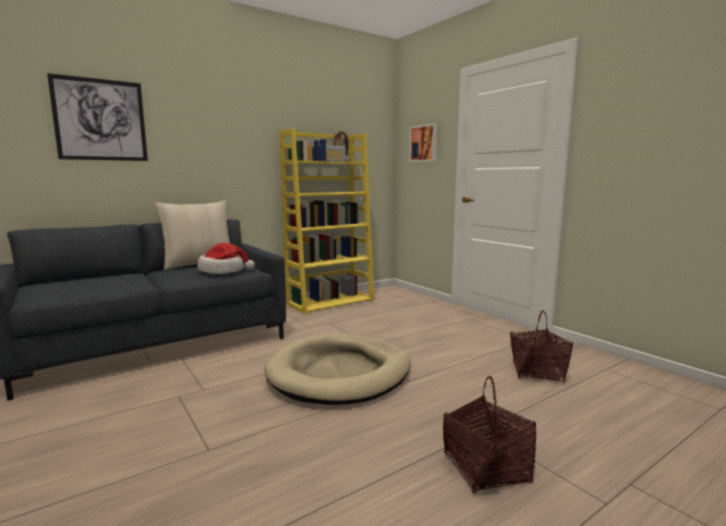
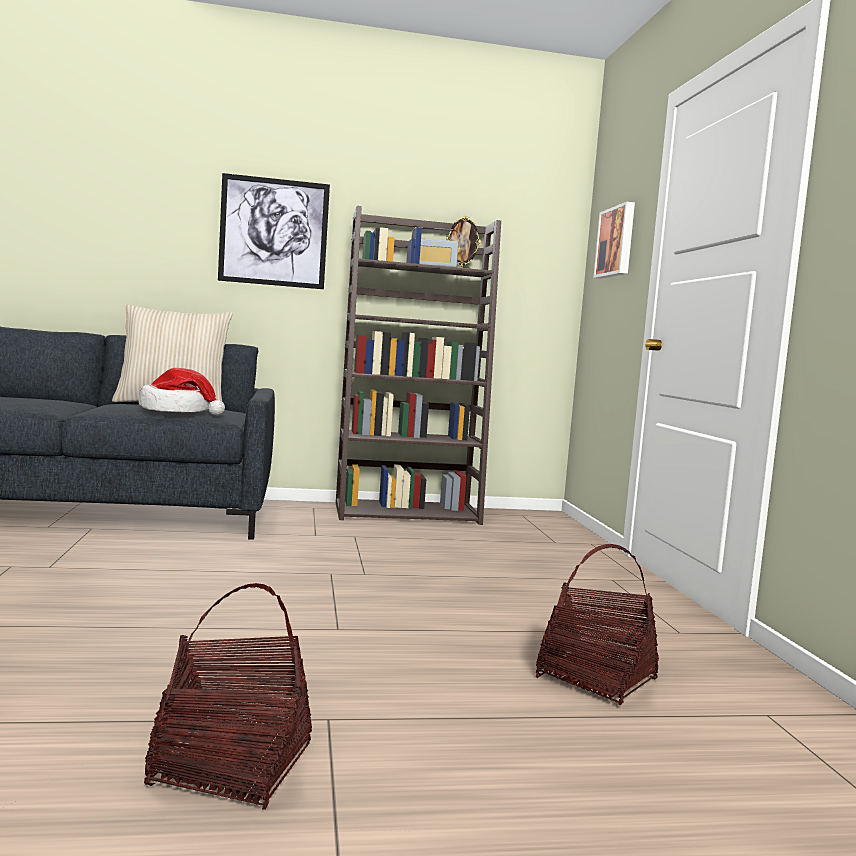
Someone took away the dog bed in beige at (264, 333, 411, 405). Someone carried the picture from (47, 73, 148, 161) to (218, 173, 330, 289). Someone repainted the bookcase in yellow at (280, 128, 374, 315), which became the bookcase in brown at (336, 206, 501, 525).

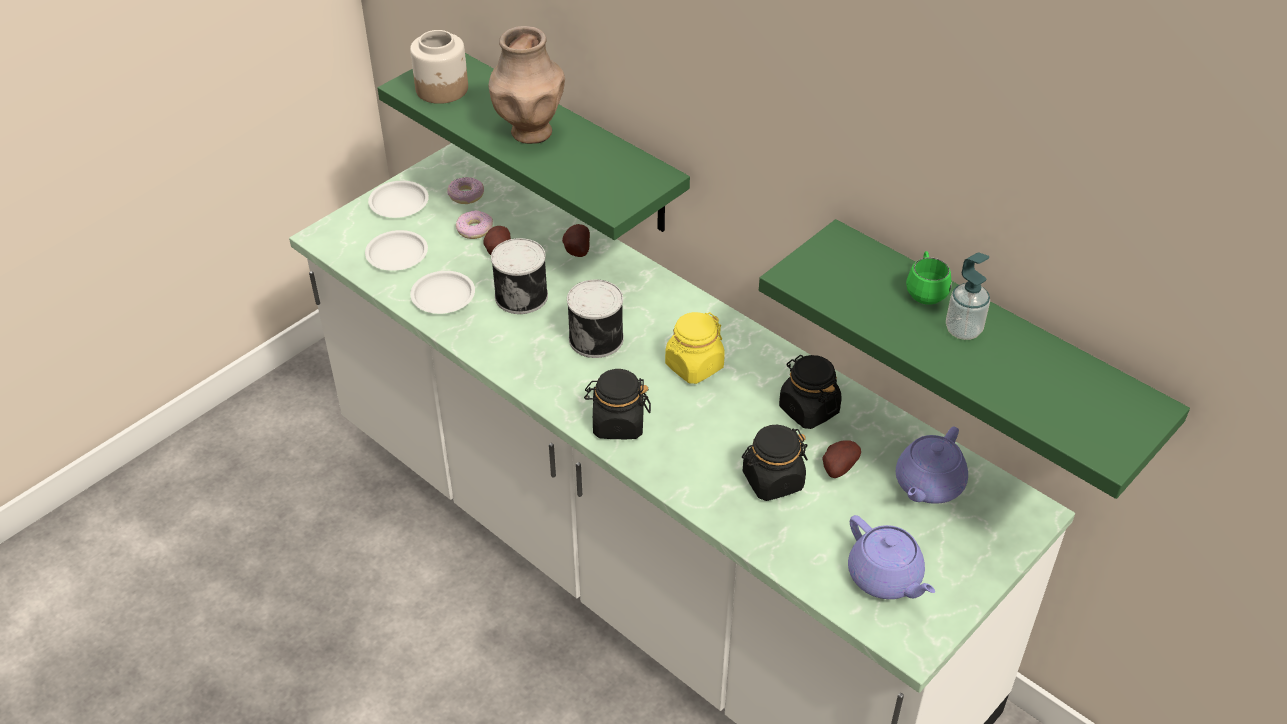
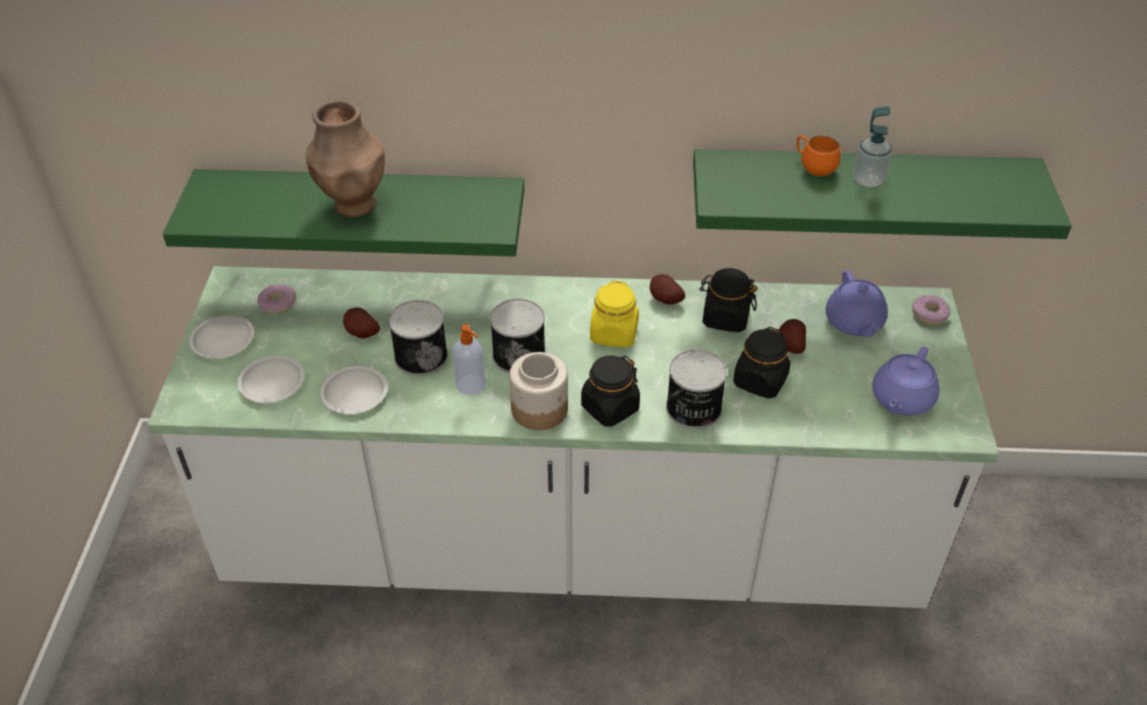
Someone put down the soap dispenser at (453, 324, 485, 395). Someone put down the can at (666, 349, 727, 429). Someone carried the jar from (410, 30, 468, 104) to (509, 352, 568, 430). Someone carried the donut from (456, 210, 493, 239) to (912, 295, 950, 325). Someone carried the potato from (562, 224, 590, 257) to (650, 274, 685, 305). Someone repainted the mug in green at (906, 251, 951, 305), which became the mug in orange at (797, 135, 841, 176). Someone rotated the teapot in purple at (848, 515, 935, 599) by 105 degrees clockwise.

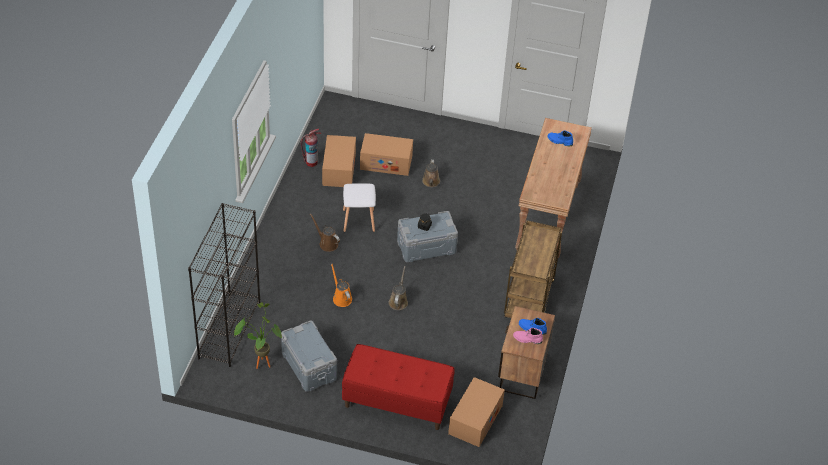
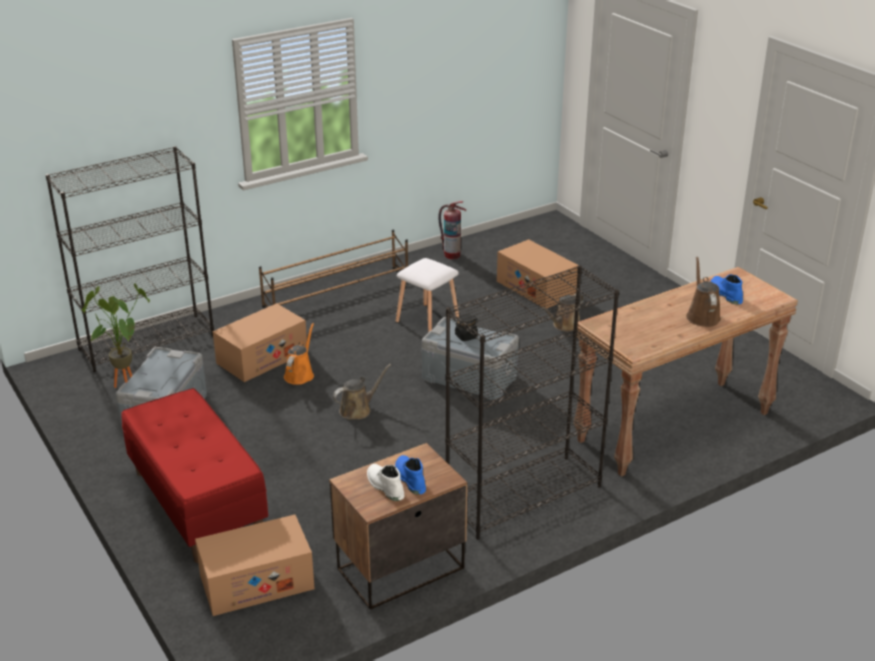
Someone put down the shoe rack in brown at (259, 229, 408, 308). Someone carried the watering can in brown from (310, 214, 340, 252) to (686, 257, 721, 327). Someone carried the cardboard box from (322, 135, 356, 187) to (213, 303, 307, 382). Someone swapped the cart in brown at (504, 220, 562, 318) for the bookcase in black at (445, 265, 619, 540). Someone repainted the boot in pink at (513, 328, 543, 344), which became the boot in white at (367, 464, 404, 501).

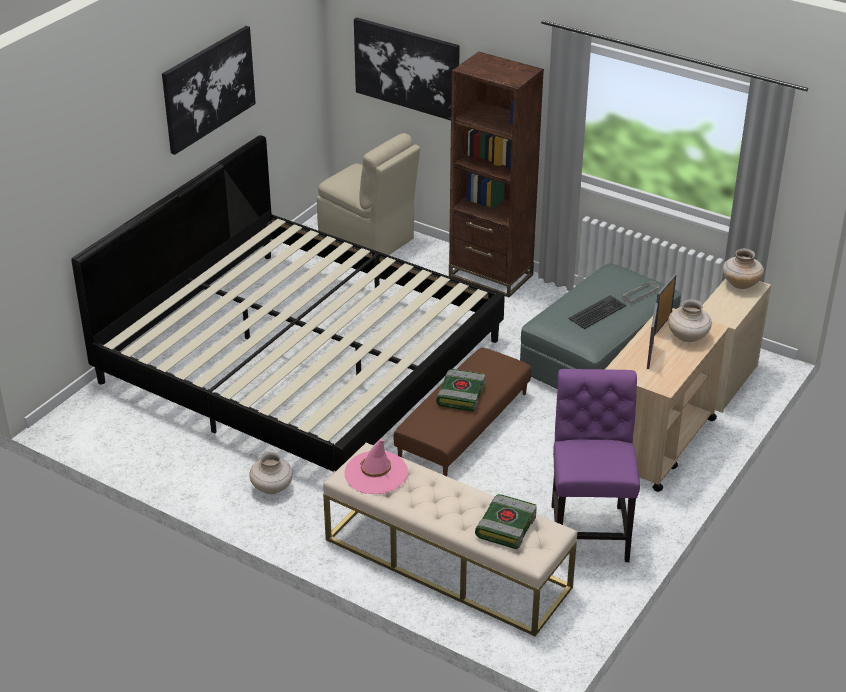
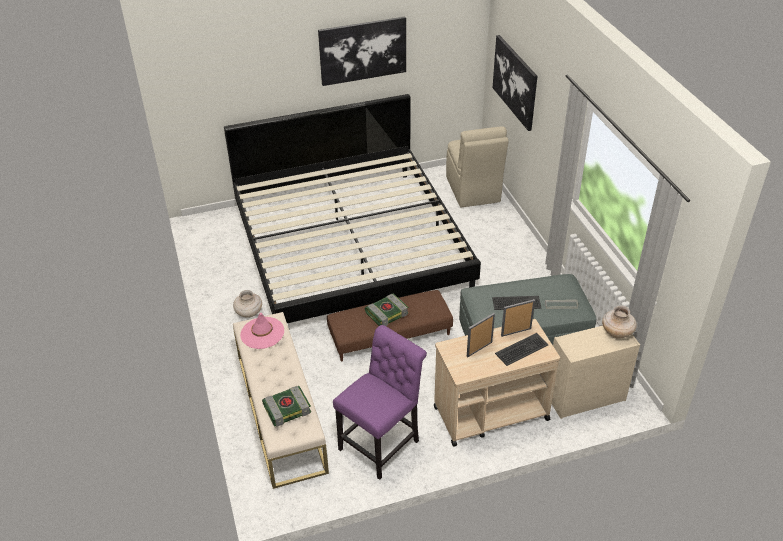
Someone took away the bookcase in brown at (449, 52, 544, 297). Someone swapped the vase in beige at (668, 299, 712, 342) for the keyboard at (495, 333, 548, 366).

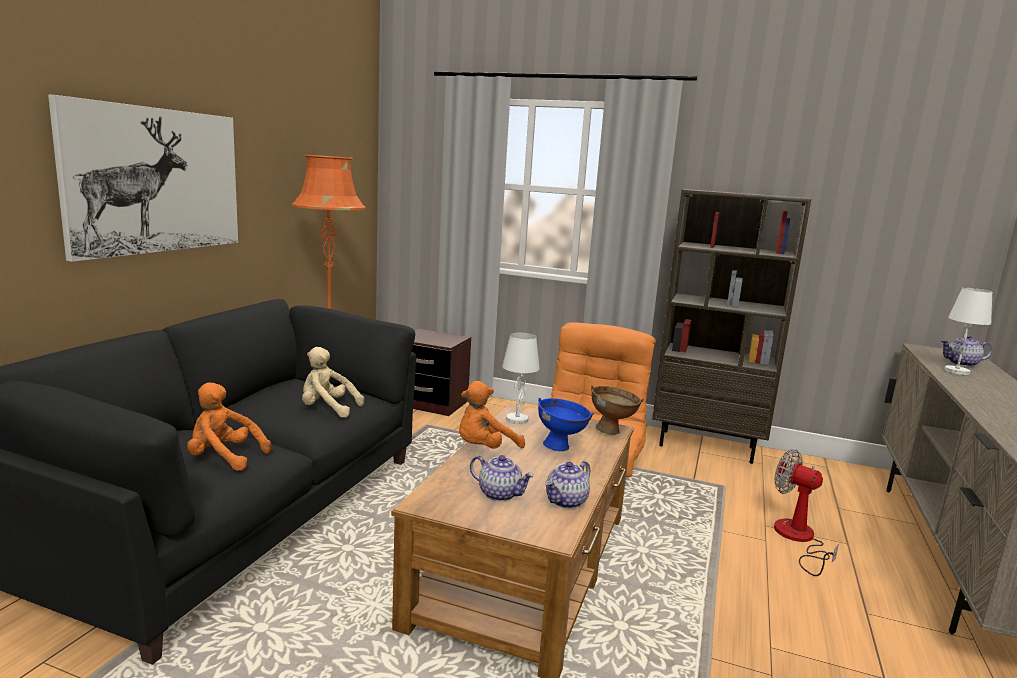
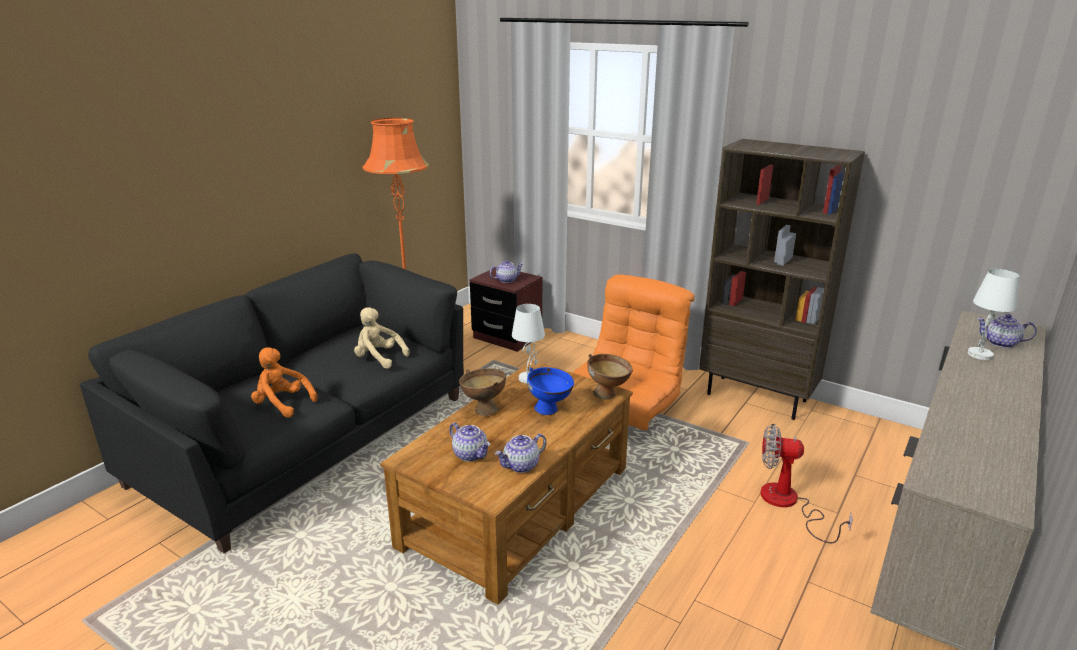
Someone took away the picture at (48, 95, 238, 262). Someone put down the teapot at (490, 260, 523, 283). Someone swapped the plush toy in orange at (459, 381, 525, 449) for the bowl in brown at (459, 368, 506, 416). Someone rotated the fan at (774, 449, 839, 576) by 45 degrees counterclockwise.

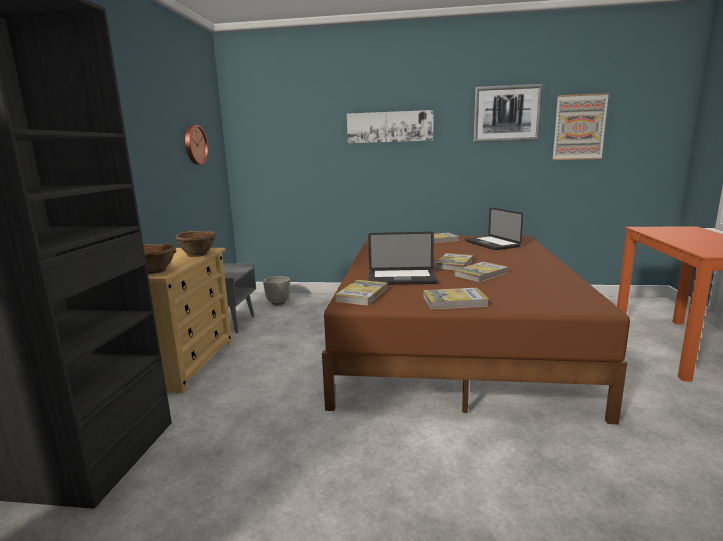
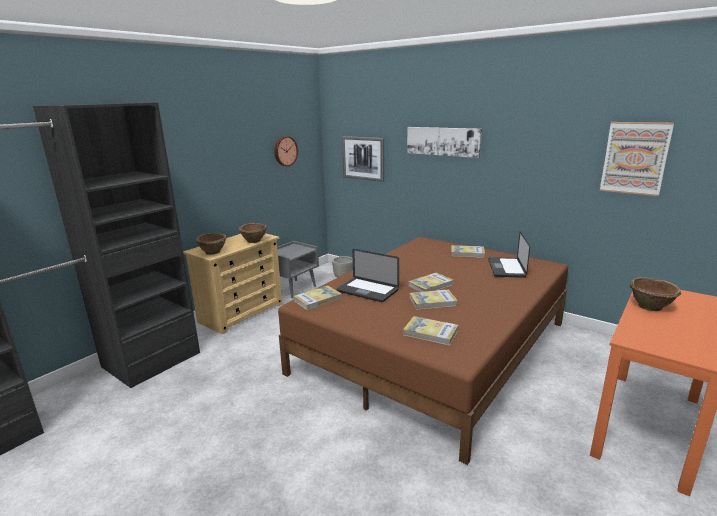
Someone put down the bowl in brown at (630, 277, 681, 311). Someone carried the book from (423, 288, 489, 310) to (403, 316, 459, 346). Someone carried the picture from (473, 84, 543, 143) to (342, 136, 384, 182).

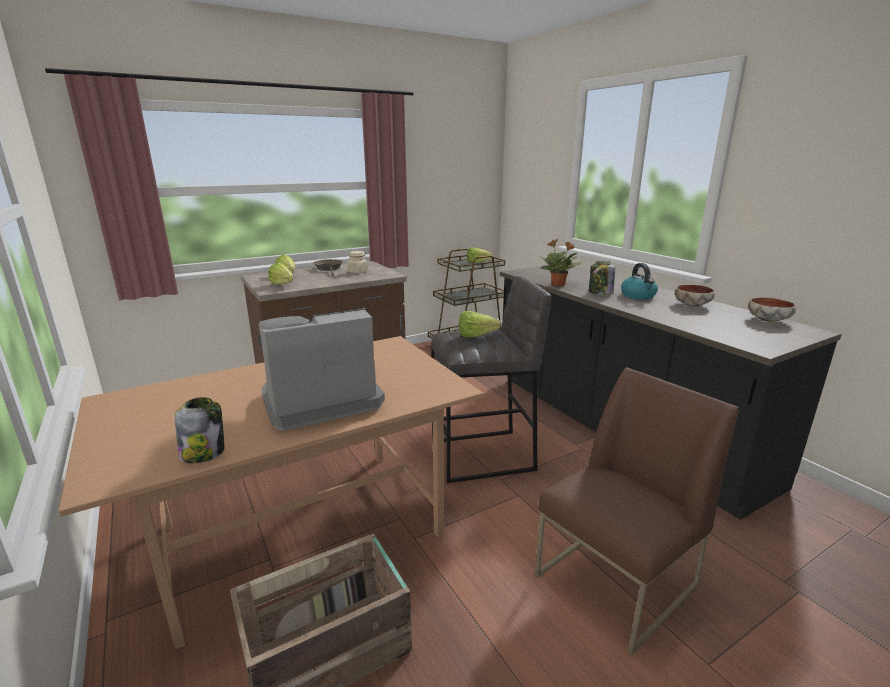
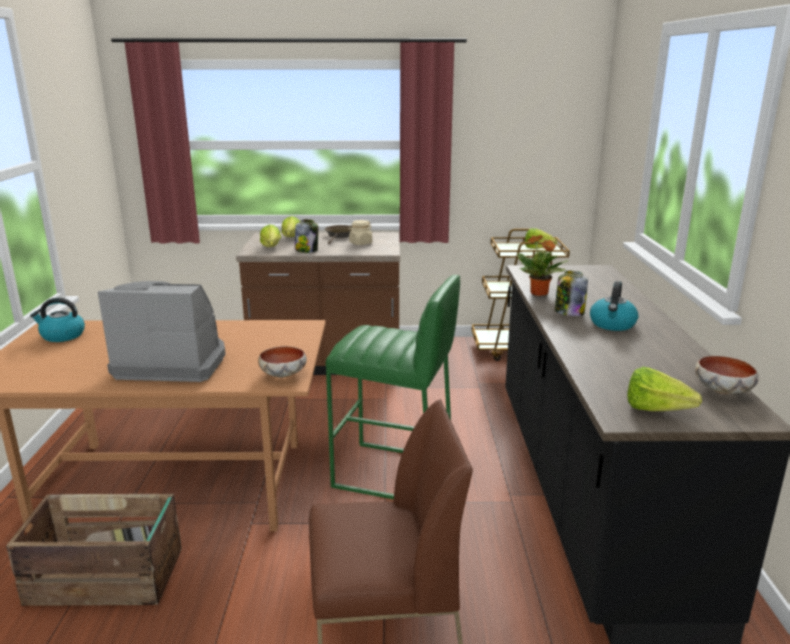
Someone put down the kettle at (30, 298, 85, 342). Someone carried the jar from (175, 397, 224, 463) to (295, 219, 318, 253). Someone carried the lettuce from (459, 311, 501, 337) to (627, 367, 702, 411). Someone carried the bowl from (675, 285, 715, 307) to (258, 346, 307, 378). Someone repainted the stool in grey at (431, 276, 551, 483), which became the stool in green at (326, 275, 460, 499).

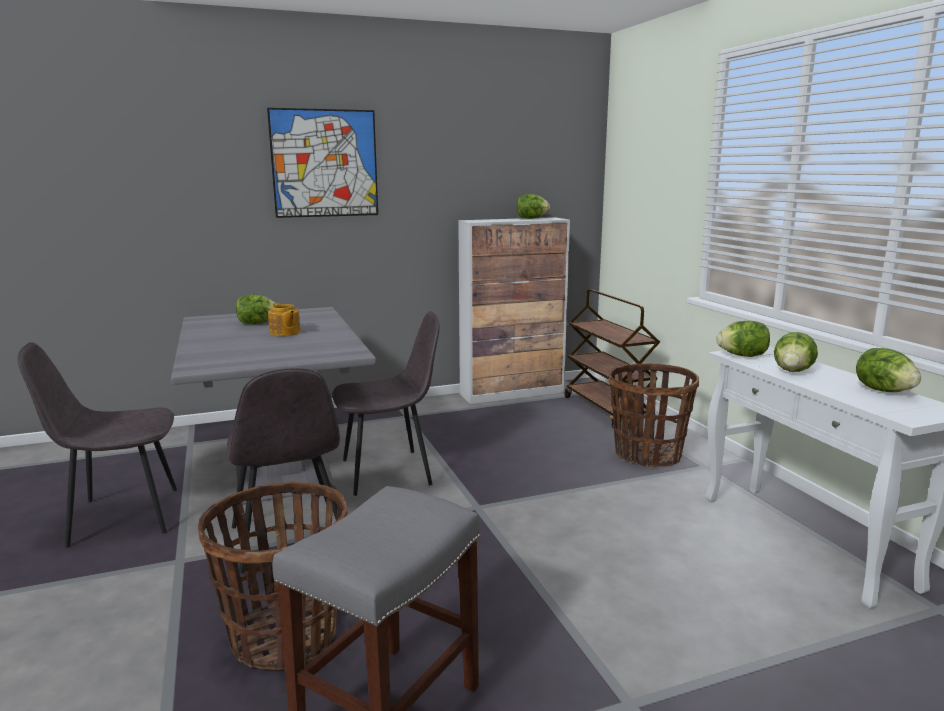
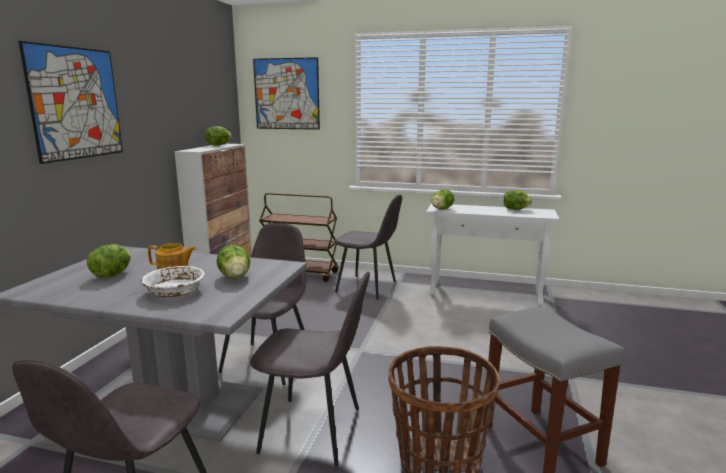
Someone put down the bowl in white at (141, 266, 205, 297). Someone put up the picture at (253, 57, 320, 130). Someone carried the lettuce from (774, 332, 818, 372) to (217, 245, 250, 278). Someone swapped the basket at (609, 363, 699, 467) for the chair in grey at (334, 195, 402, 299).

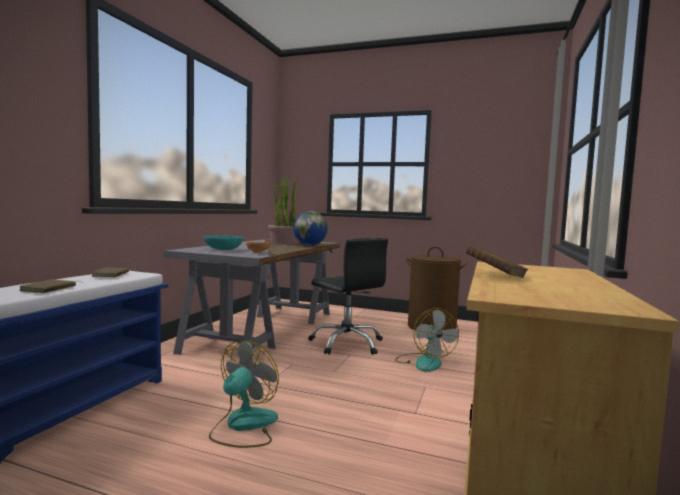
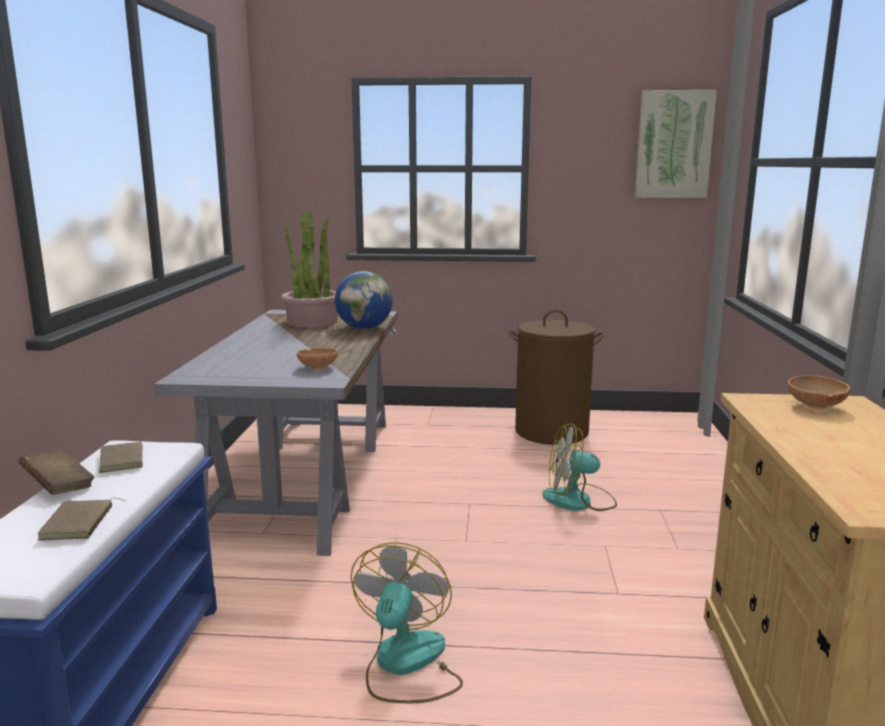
Someone took away the bowl in turquoise at (204, 235, 243, 250). Someone took away the office chair in black at (308, 238, 388, 355). Someone put up the picture at (635, 90, 717, 198). Someone put down the bowl in brown at (788, 375, 850, 409). Someone carried the book in brown from (466, 246, 528, 278) to (18, 449, 94, 495). Someone rotated the fan at (395, 308, 459, 372) by 120 degrees clockwise.

